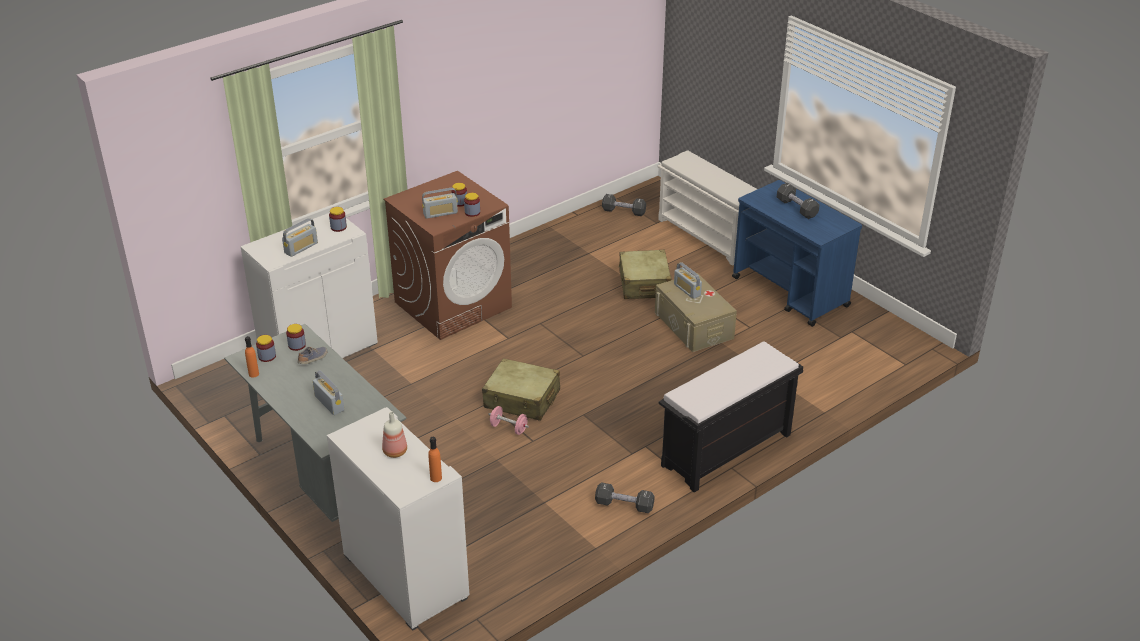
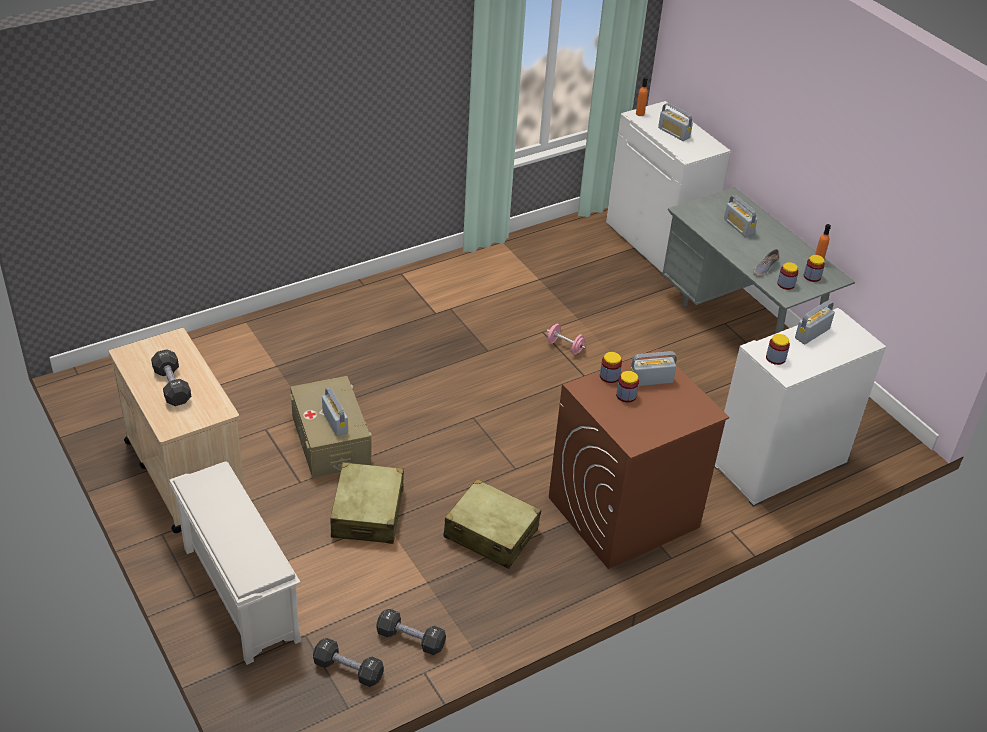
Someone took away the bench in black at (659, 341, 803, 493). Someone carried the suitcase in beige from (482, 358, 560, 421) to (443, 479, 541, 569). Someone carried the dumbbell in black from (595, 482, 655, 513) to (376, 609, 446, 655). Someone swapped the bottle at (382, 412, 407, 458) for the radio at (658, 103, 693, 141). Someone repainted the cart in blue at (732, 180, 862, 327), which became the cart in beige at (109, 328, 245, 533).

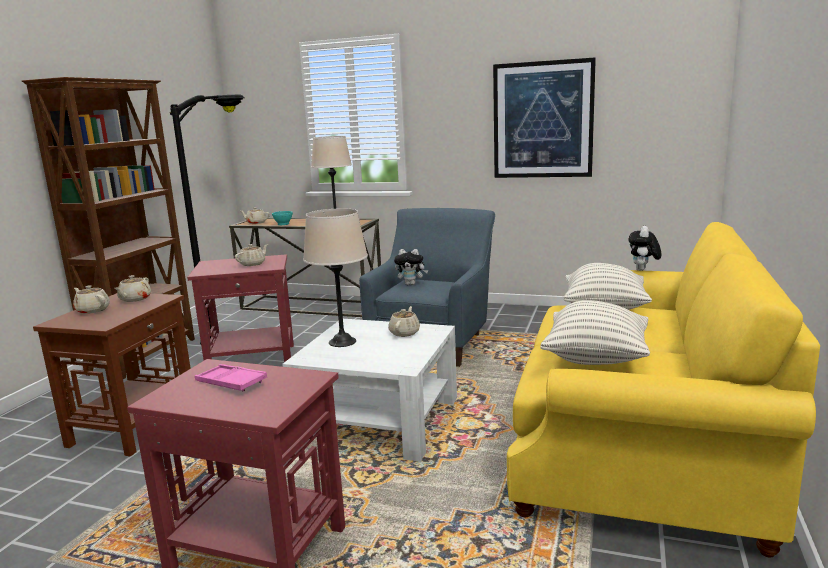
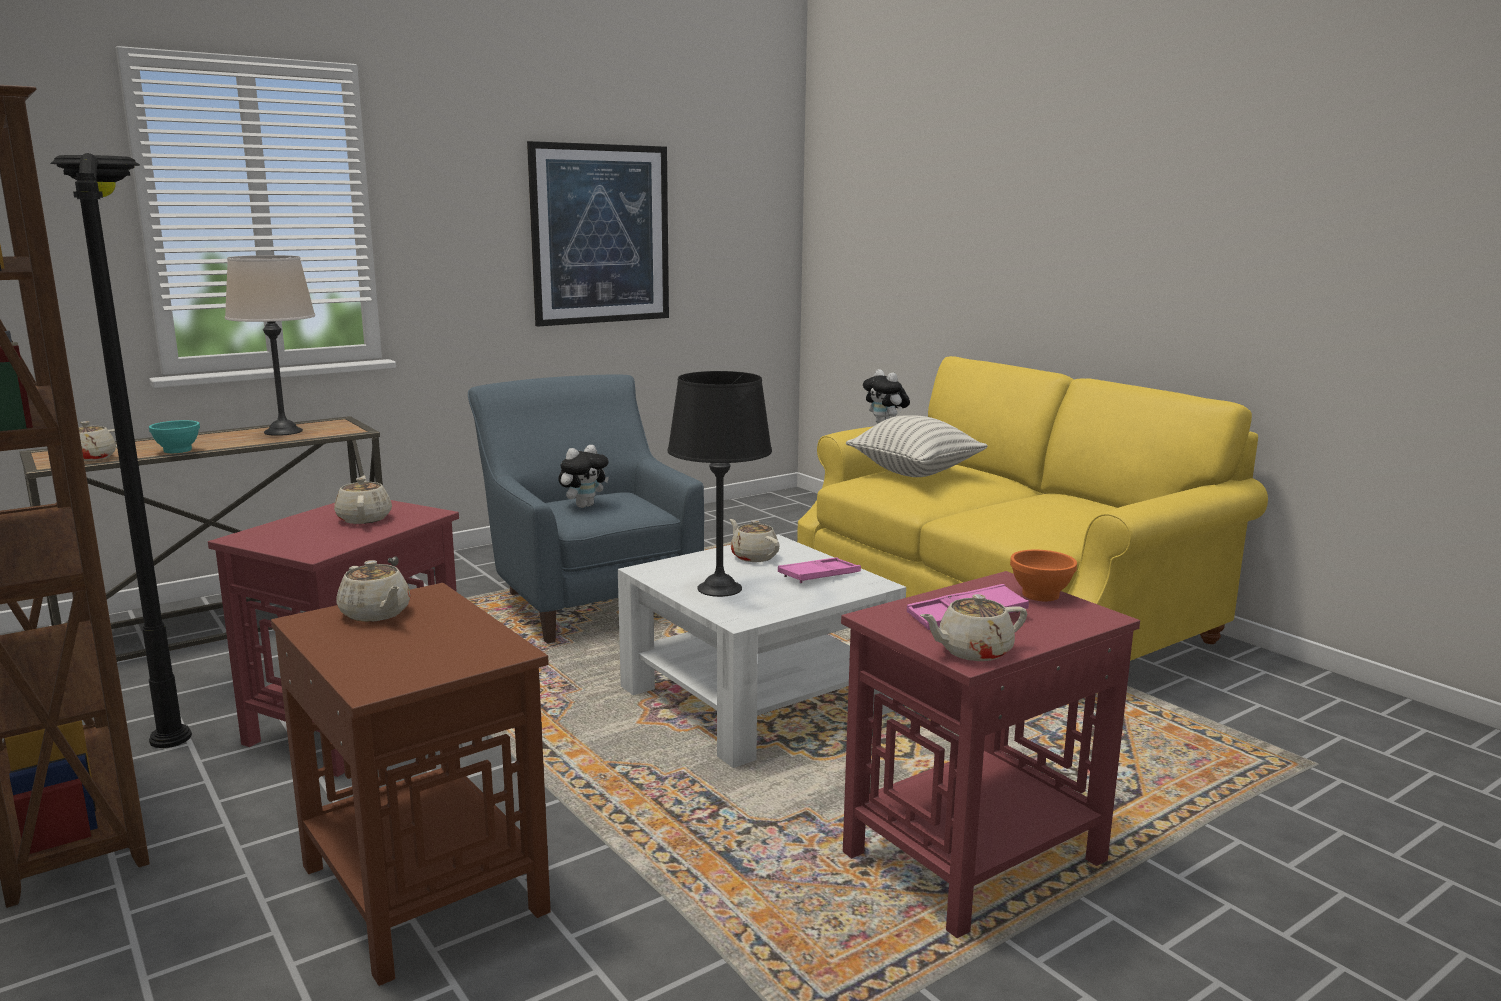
Someone took away the pillow at (541, 300, 650, 365). Someone put down the tray in pink at (778, 557, 861, 583). Someone put down the bowl in orange at (1010, 550, 1077, 601). Someone carried the teapot in beige from (73, 285, 110, 314) to (920, 594, 1027, 661). Someone repainted the table lamp in beige at (303, 208, 368, 347), which became the table lamp in black at (668, 371, 772, 597).

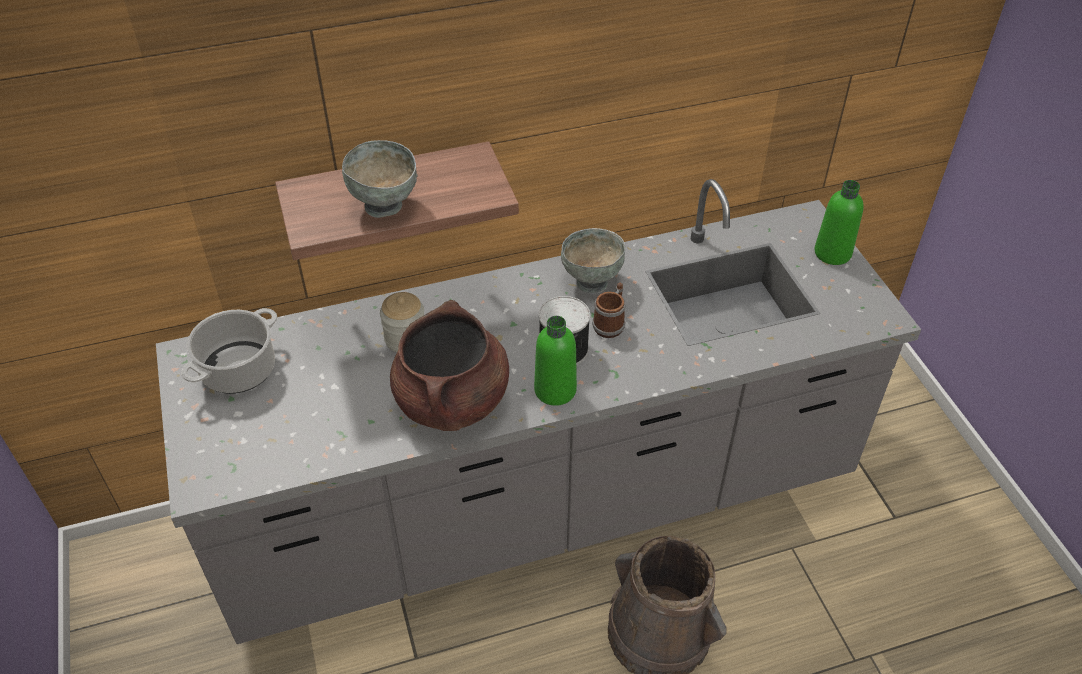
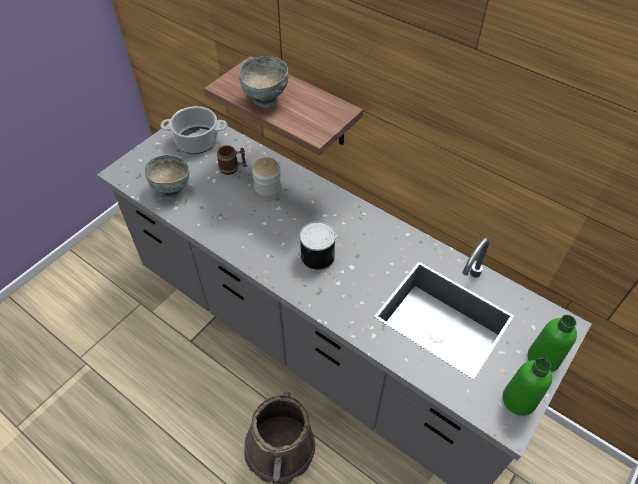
Someone took away the cooking pot in brown at (390, 300, 509, 431). Someone carried the bottle in green from (534, 316, 577, 406) to (503, 358, 552, 416). Someone carried the bowl in grey from (561, 228, 625, 294) to (145, 155, 189, 199). Someone carried the mug from (592, 283, 626, 338) to (217, 145, 247, 175).

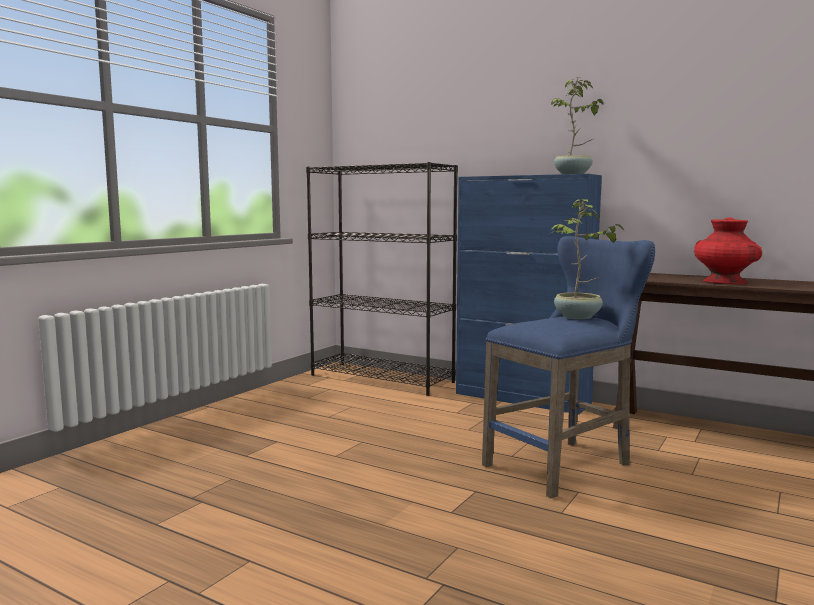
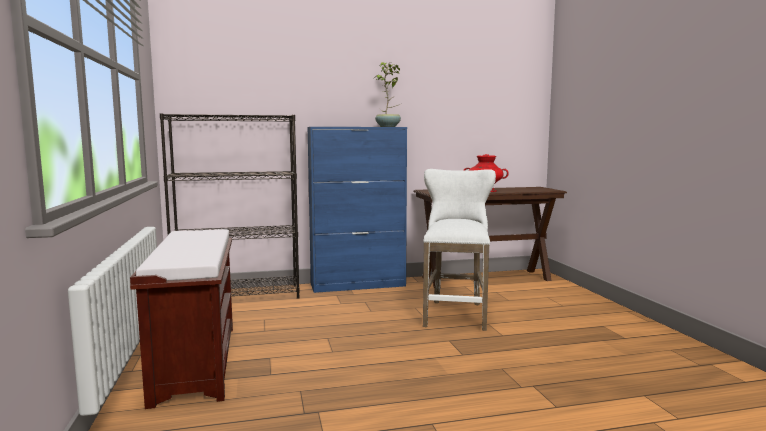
Someone took away the potted plant at (551, 199, 624, 319). Someone put down the bench in brown at (130, 229, 233, 409). Someone repainted the stool in blue at (482, 236, 655, 498), which became the stool in white at (423, 169, 496, 331).

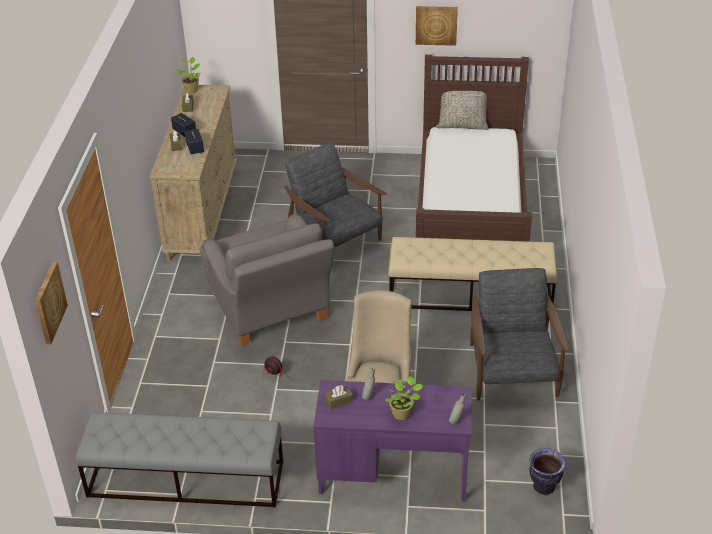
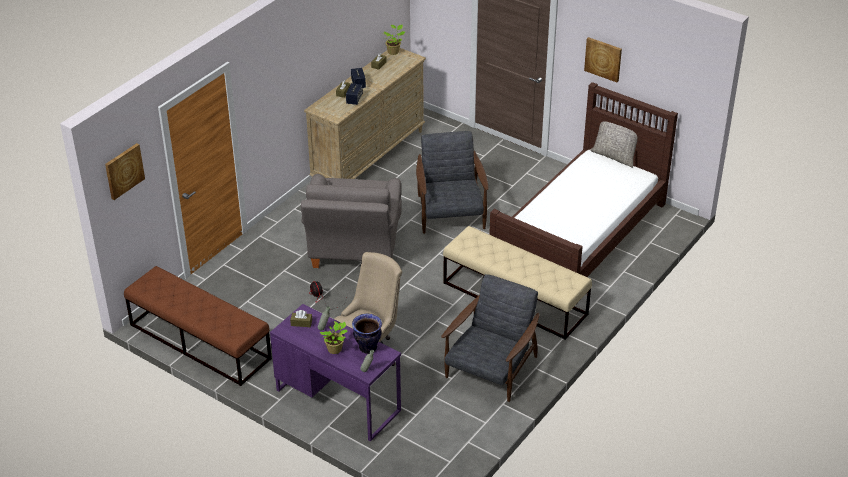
Someone carried the vase from (529, 448, 566, 495) to (352, 314, 382, 354). Someone repainted the bench in grey at (76, 412, 283, 507), which became the bench in brown at (124, 266, 272, 386).

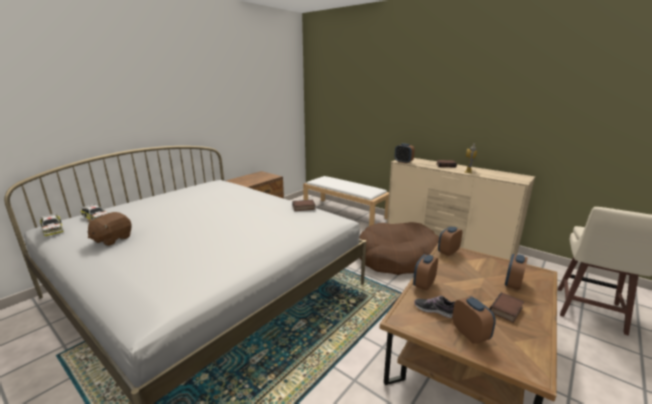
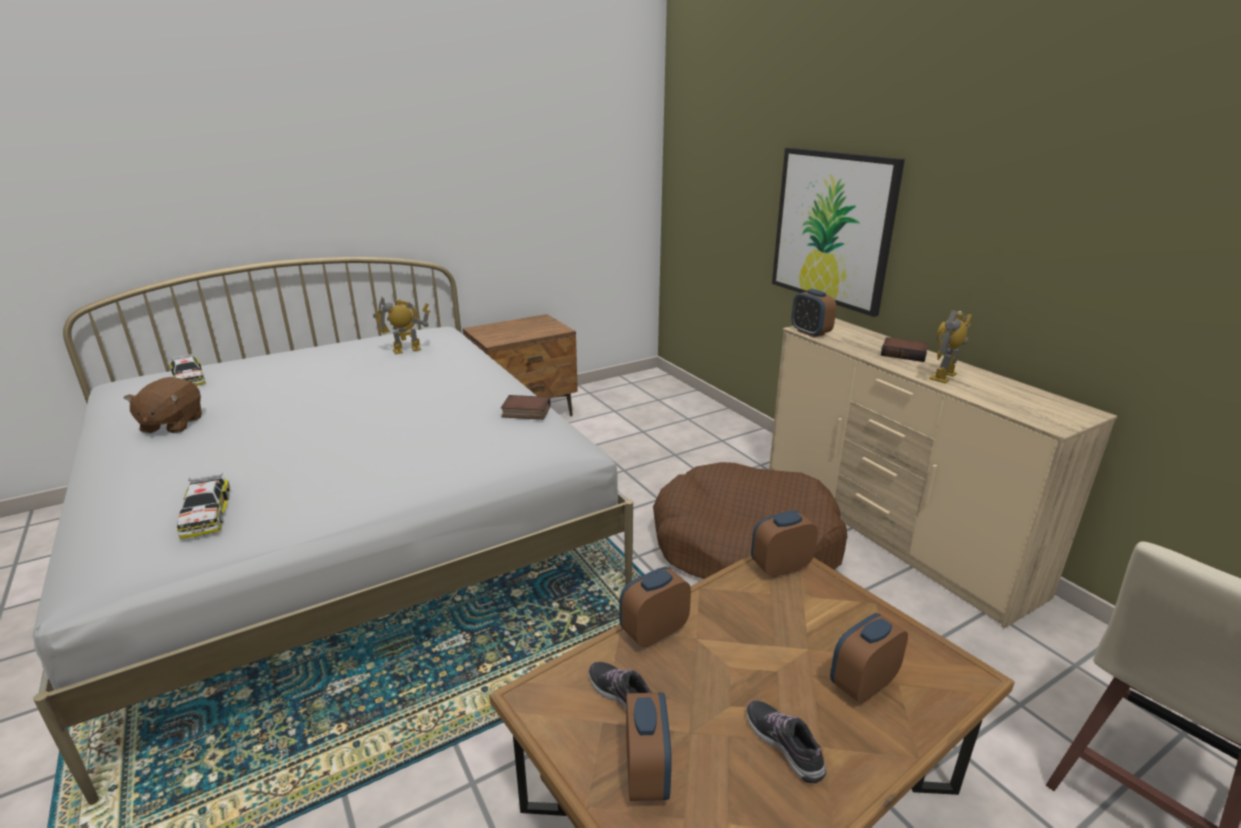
Someone took away the bench in white at (303, 176, 389, 226). Someone put down the toy robot at (373, 297, 430, 354). Someone put up the picture at (772, 148, 905, 317). Someone carried the toy car from (40, 213, 63, 236) to (177, 472, 230, 539). Someone swapped the book at (490, 293, 524, 323) for the shoe at (746, 700, 826, 783). Someone rotated the plush toy in brown at (87, 212, 132, 246) by 45 degrees counterclockwise.

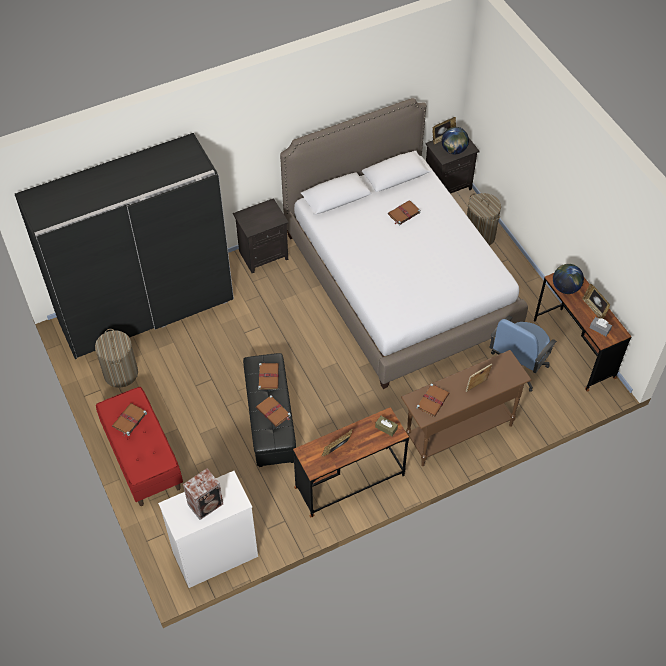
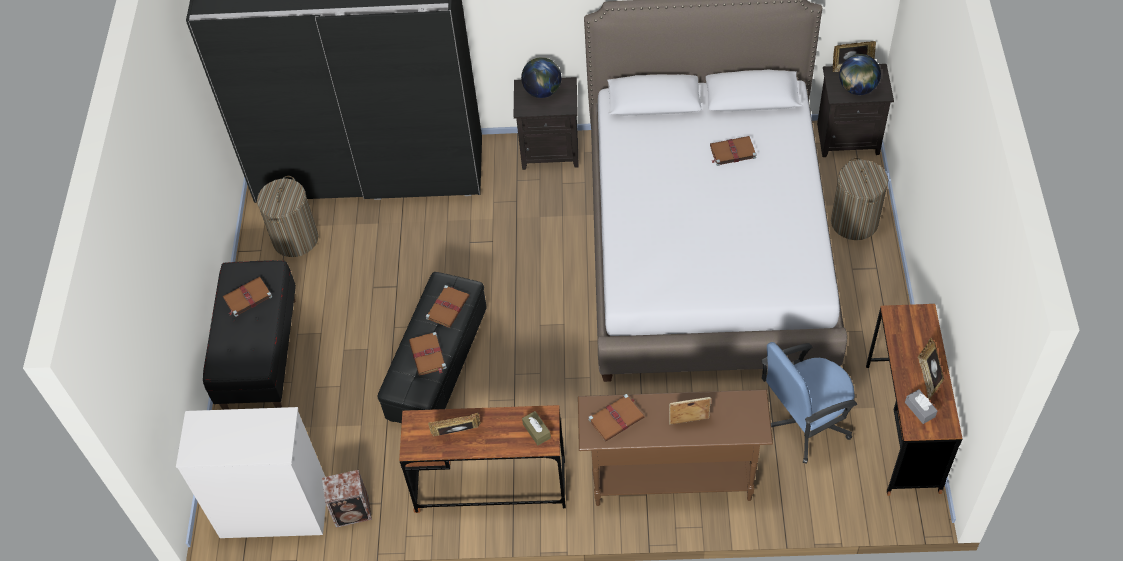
Someone carried the speaker from (183, 468, 223, 520) to (322, 470, 372, 528). Someone carried the globe from (553, 264, 584, 294) to (521, 57, 561, 98). Someone repainted the bench in red at (96, 387, 183, 506), which became the bench in black at (203, 260, 296, 410).

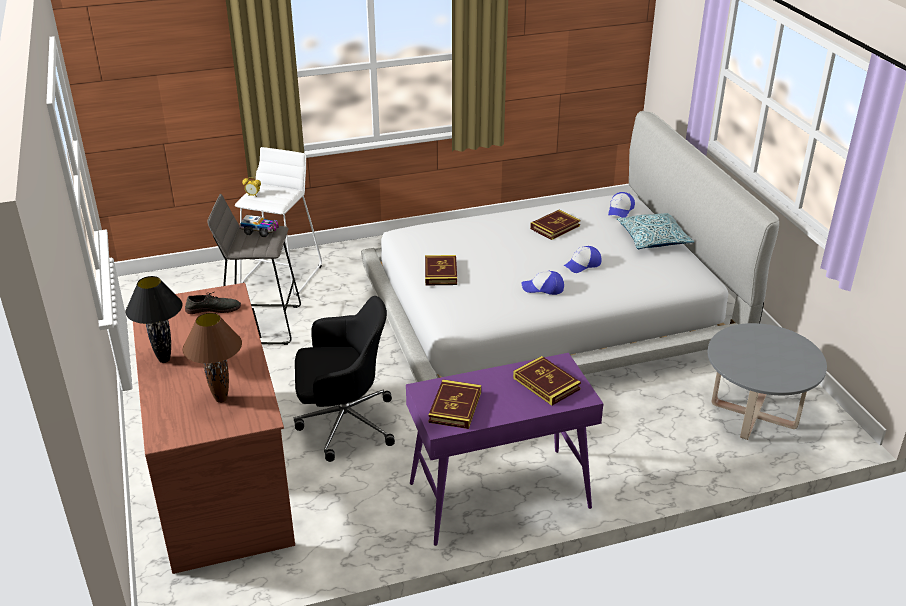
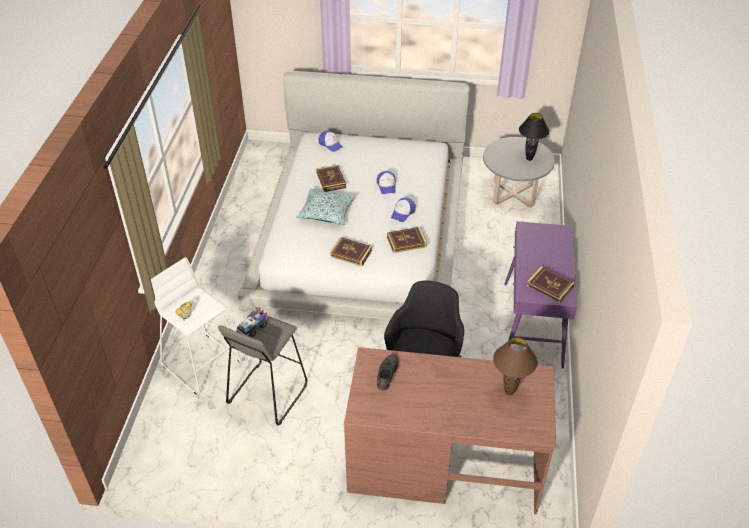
Someone carried the table lamp in black from (126, 276, 182, 363) to (519, 113, 549, 161). Someone carried the book from (513, 356, 581, 406) to (387, 227, 427, 253). Someone carried the pillow from (617, 213, 694, 249) to (297, 189, 356, 225).

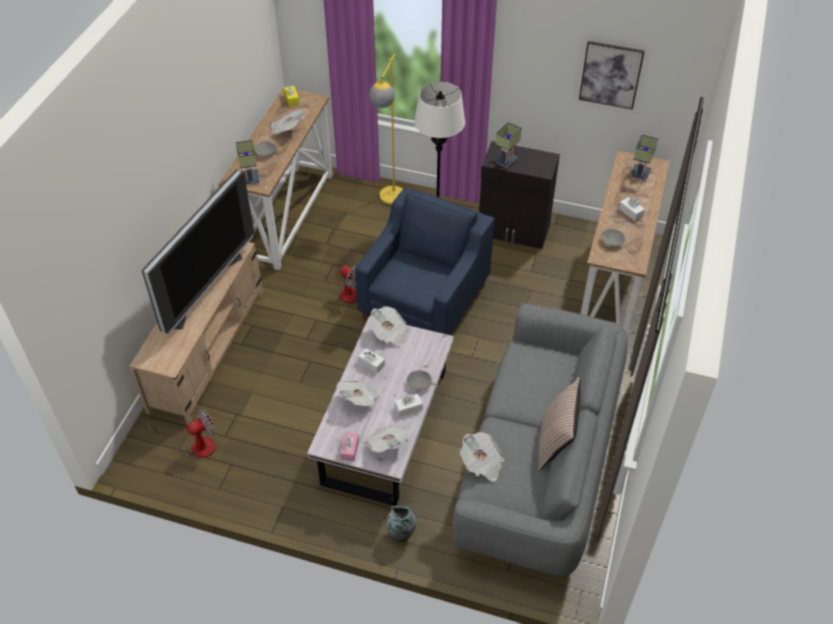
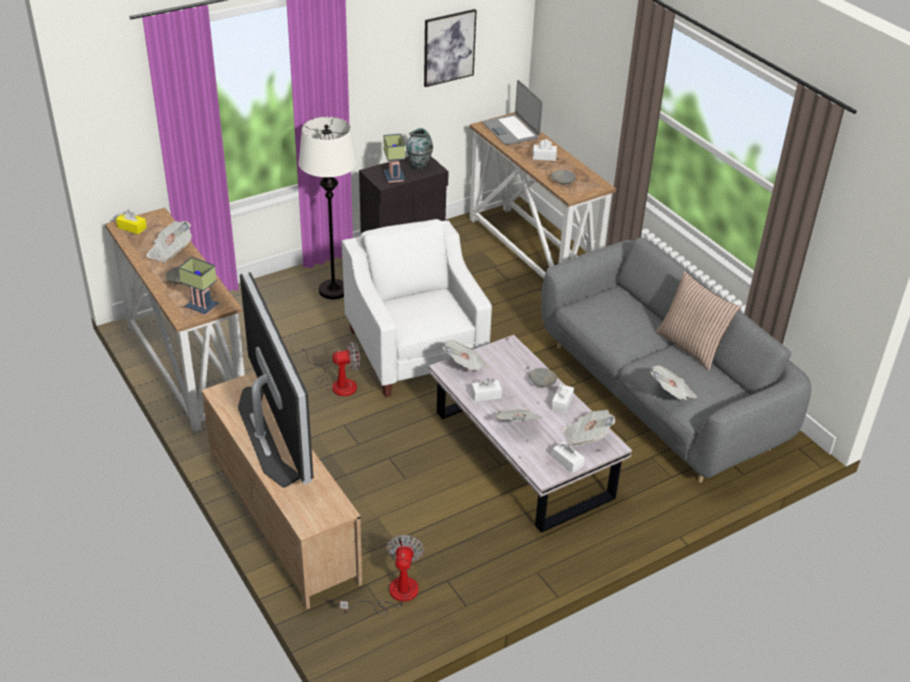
Someone took away the floor lamp in yellow at (369, 54, 403, 205). Someone carried the vase from (386, 506, 417, 542) to (406, 128, 433, 170). Someone swapped the table lamp at (630, 135, 658, 181) for the laptop at (482, 80, 543, 145). Someone repainted the tissue box in pink at (340, 432, 359, 461), which became the tissue box in white at (552, 442, 584, 473). Someone repainted the armchair in blue at (355, 187, 495, 335), which became the armchair in white at (342, 219, 492, 397).

